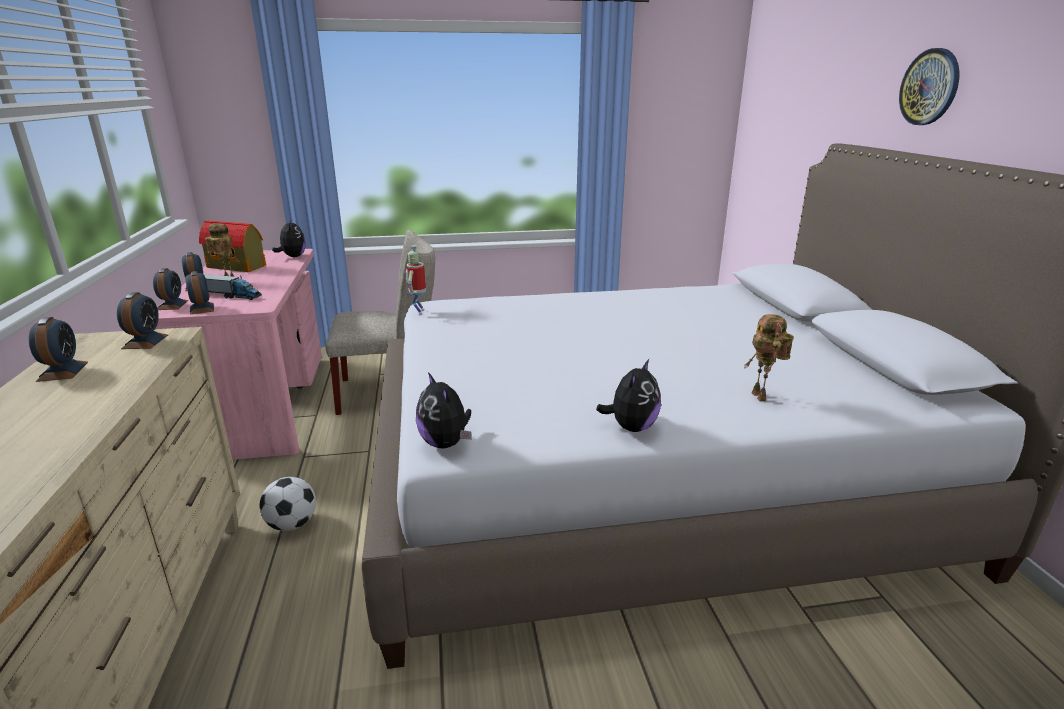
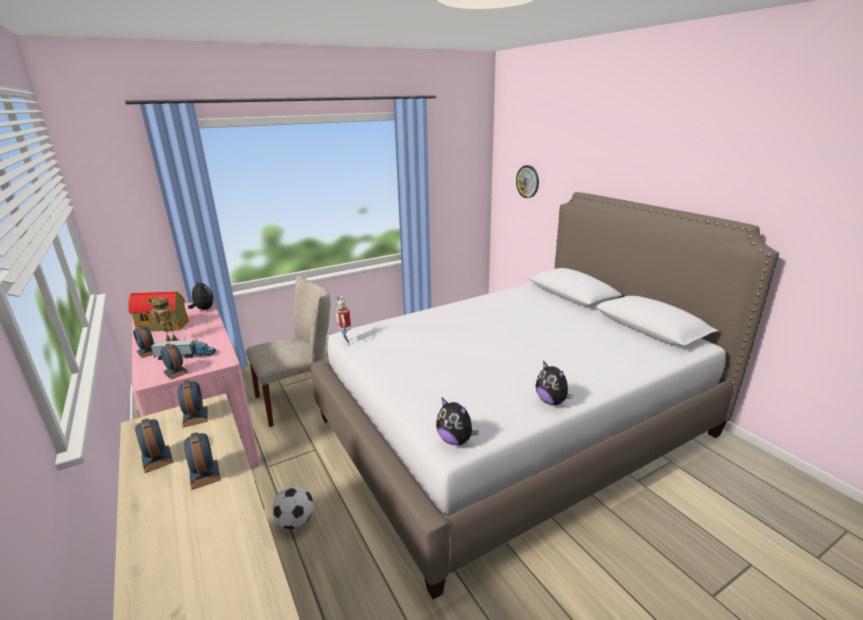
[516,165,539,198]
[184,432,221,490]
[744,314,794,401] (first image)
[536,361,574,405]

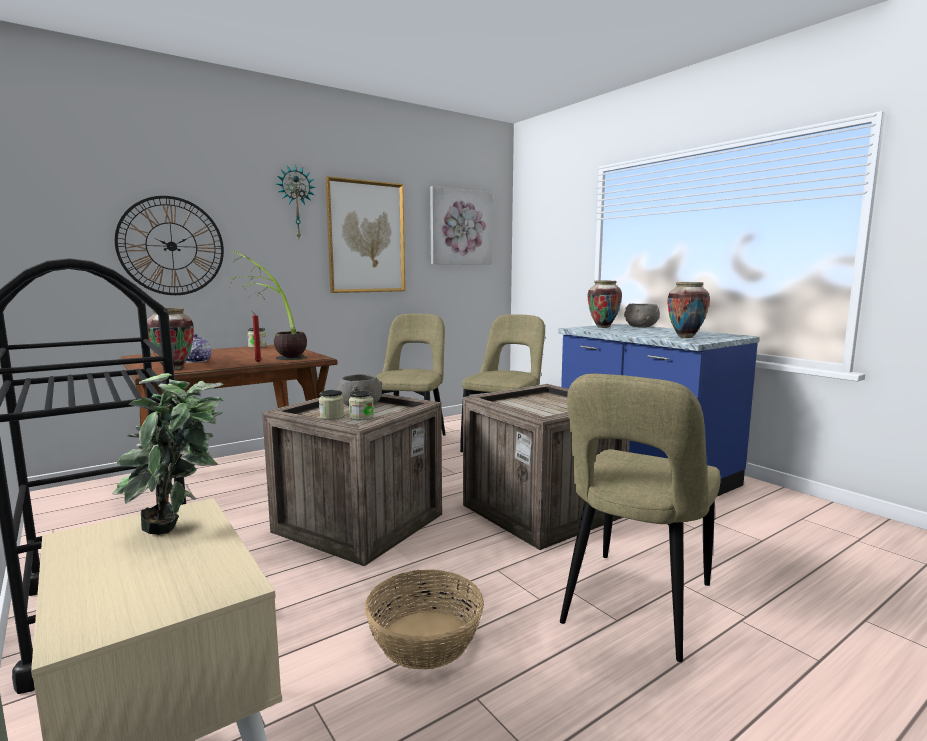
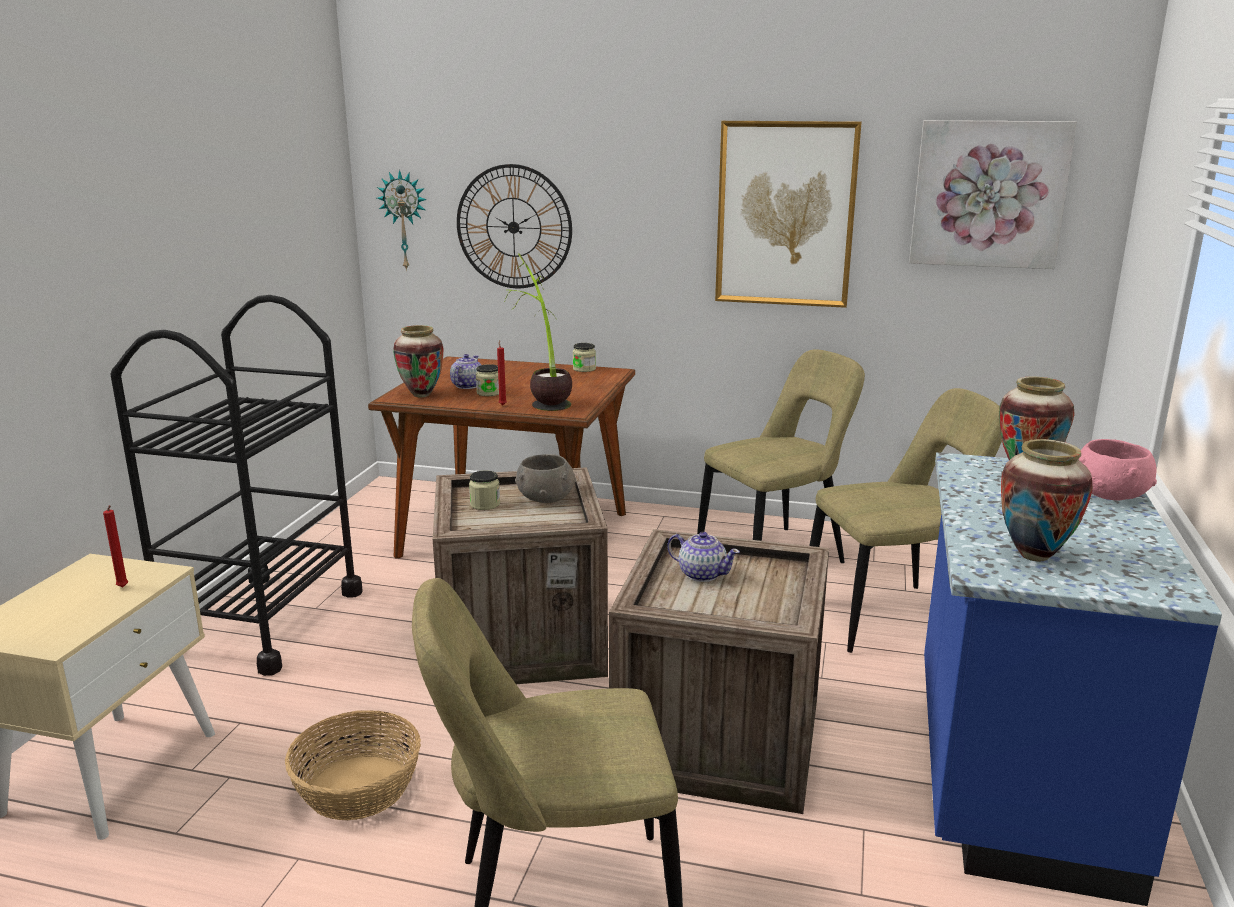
[377,170,427,271]
[1079,439,1157,500]
[103,505,128,587]
[476,364,499,396]
[667,532,740,582]

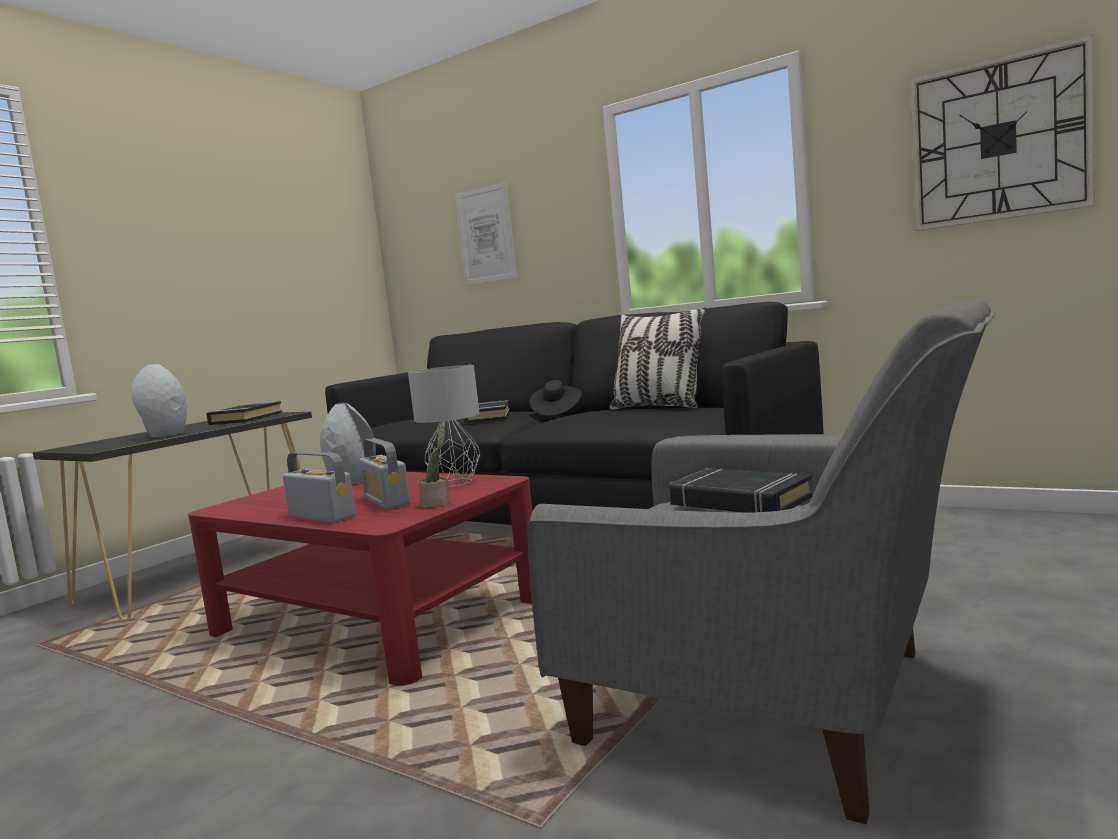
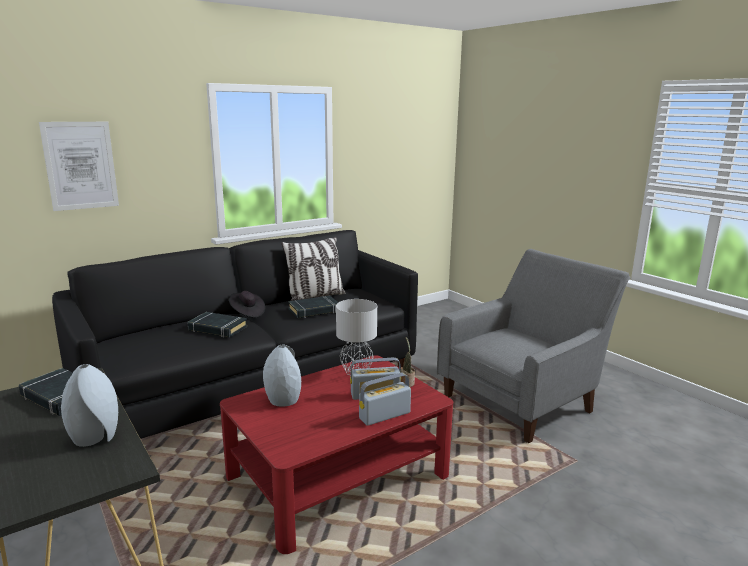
[910,34,1095,231] (first image)
[288,295,339,318]

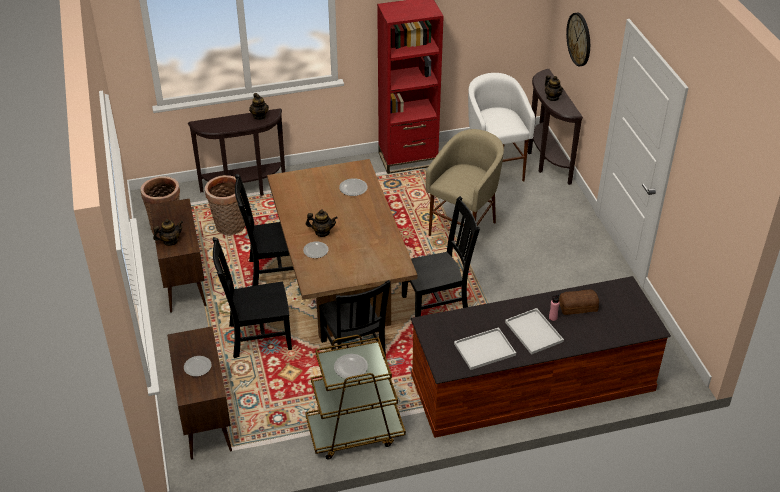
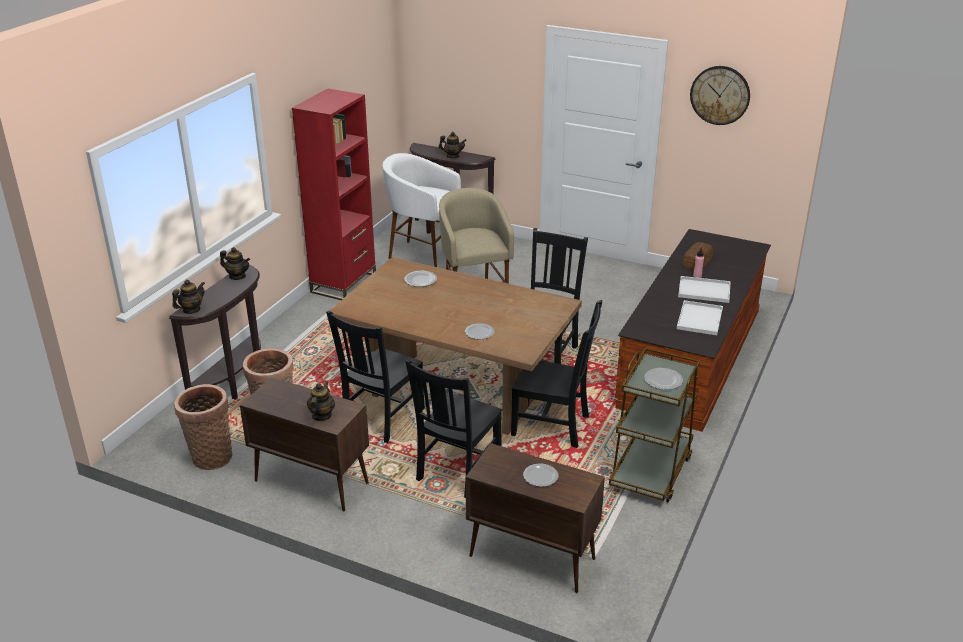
[690,66,750,125]
[172,280,205,314]

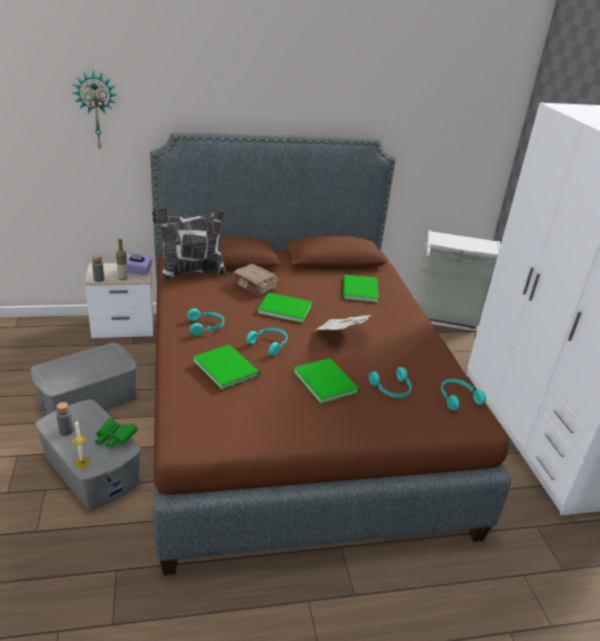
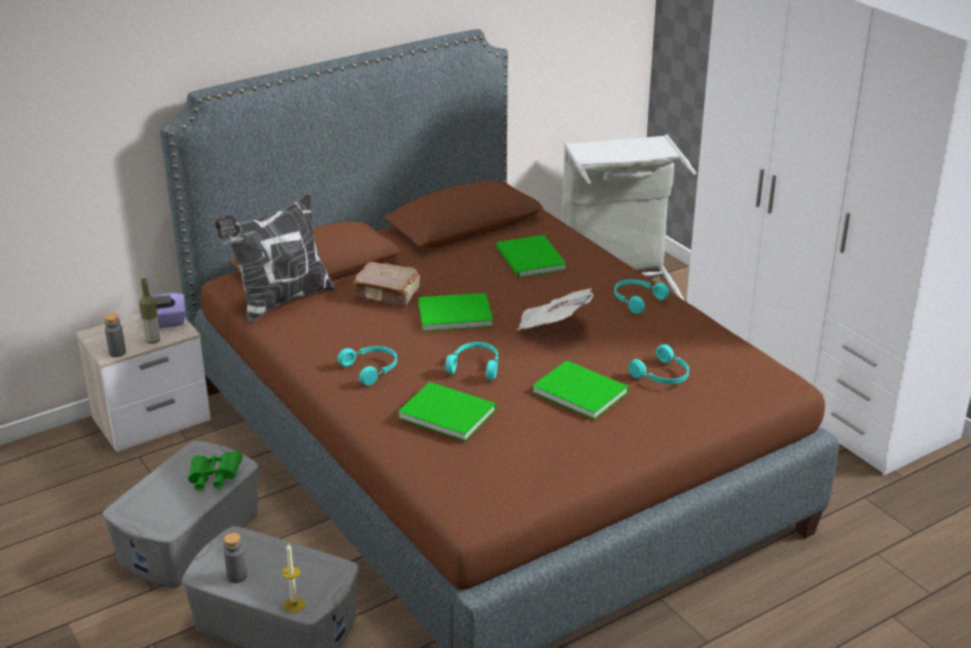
[73,71,117,149] (first image)
[614,279,669,314]
[188,450,243,491]

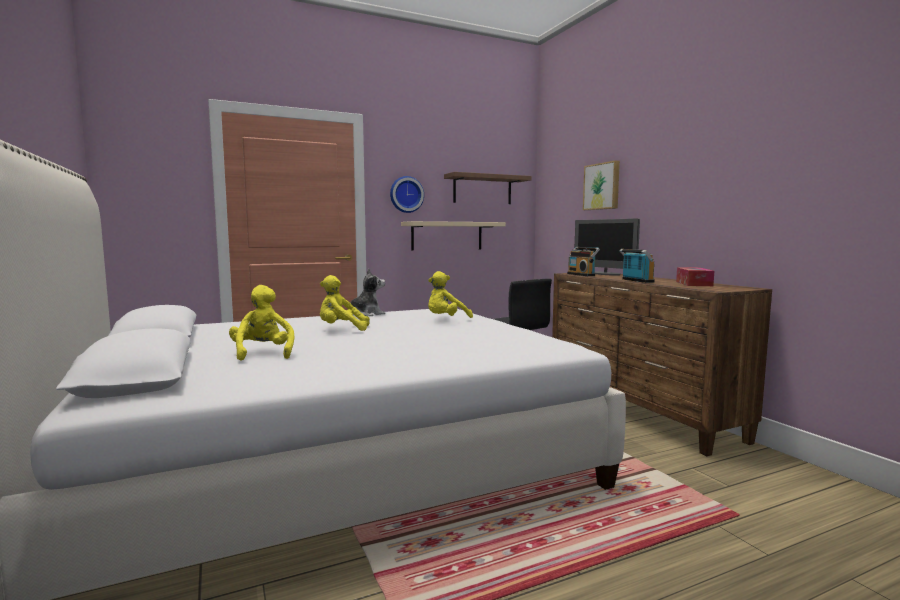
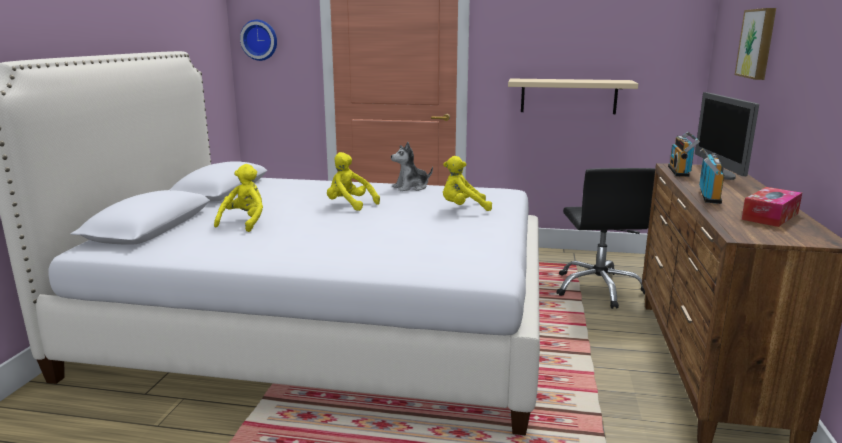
[444,172,532,204] (first image)
[240,20,277,61]
[391,142,433,191]

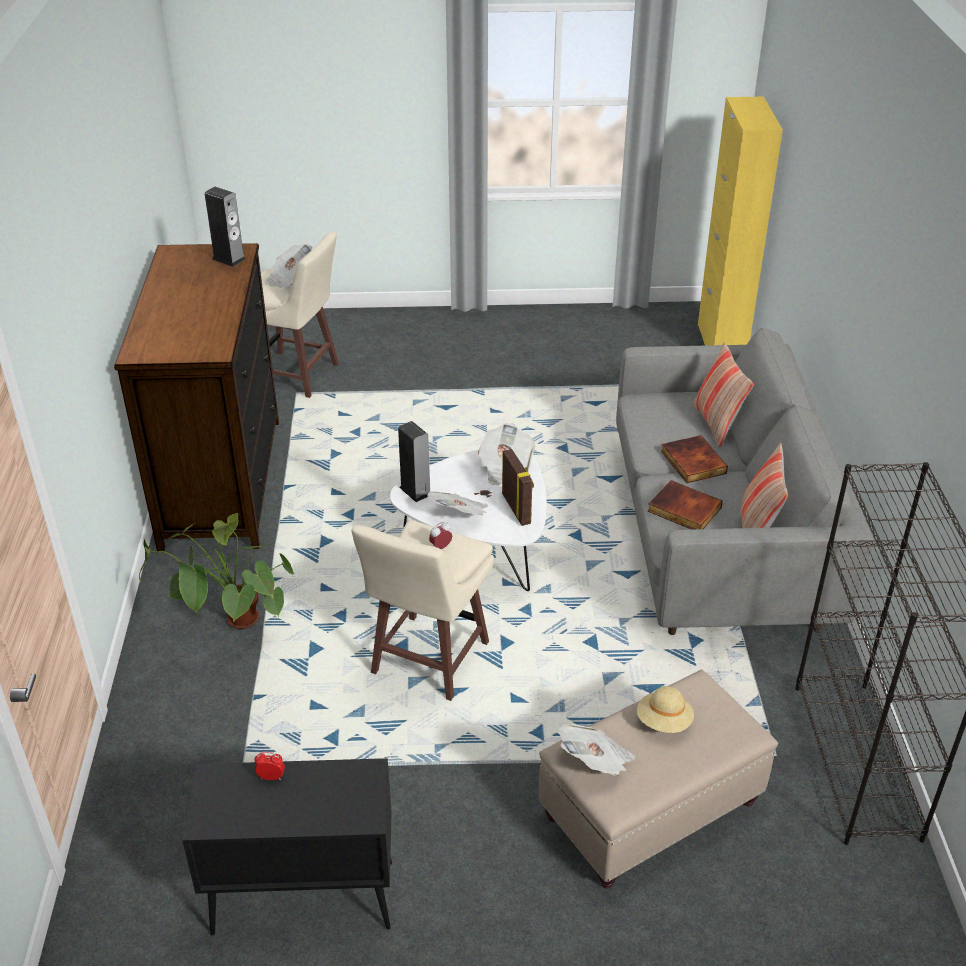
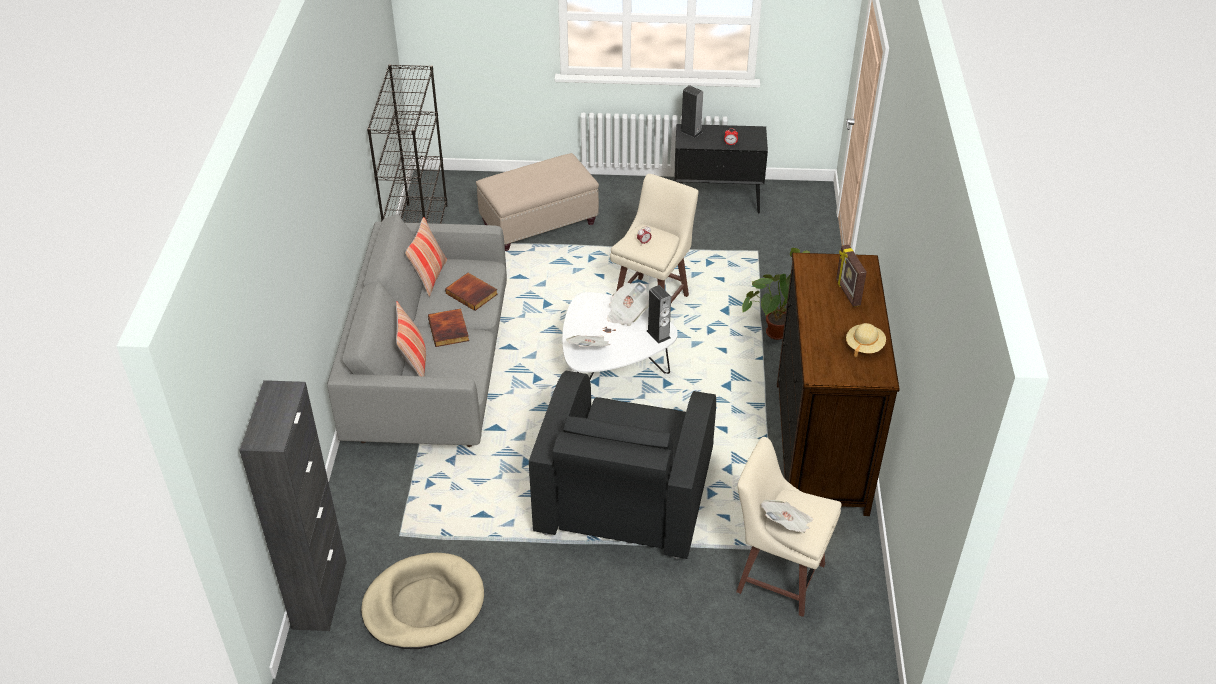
[239,380,347,631]
[680,85,703,138]
[836,244,867,307]
[846,323,886,357]
[558,723,635,776] (first image)
[529,371,716,559]
[361,553,484,649]

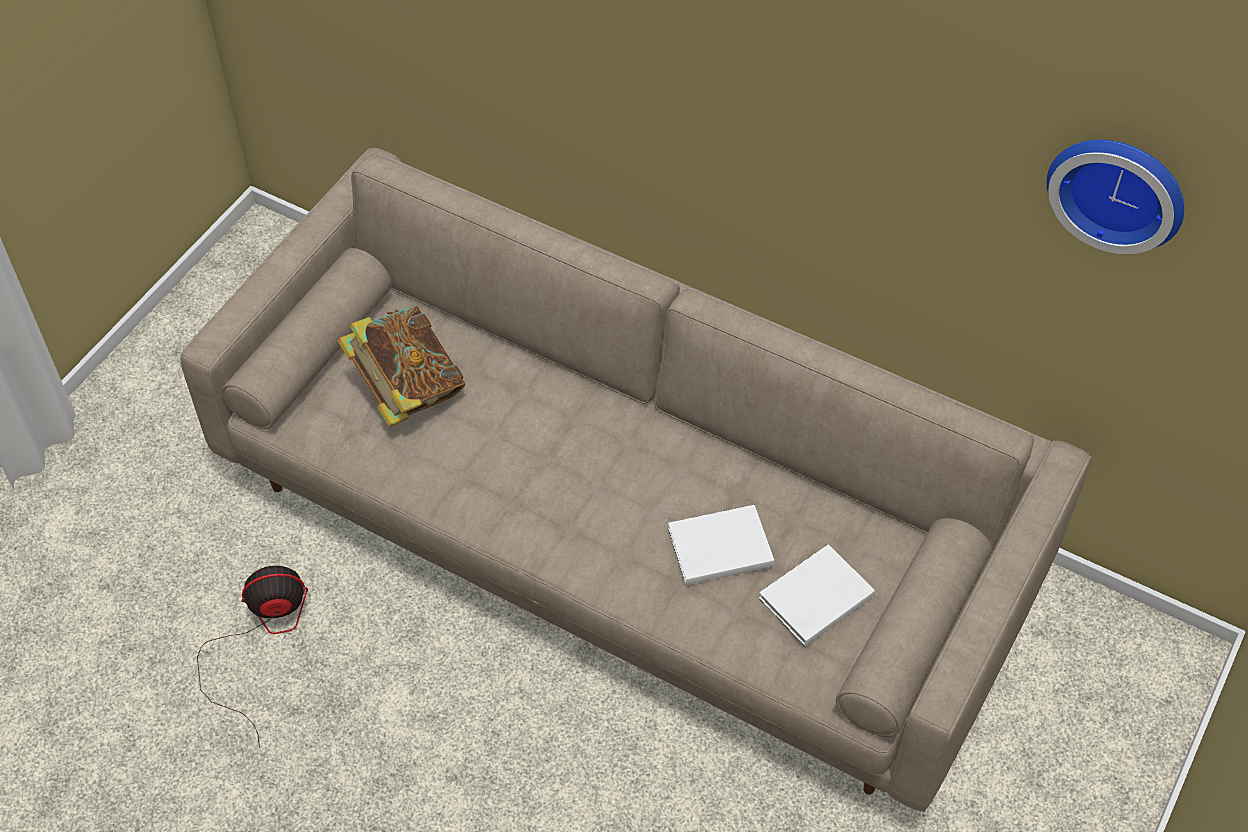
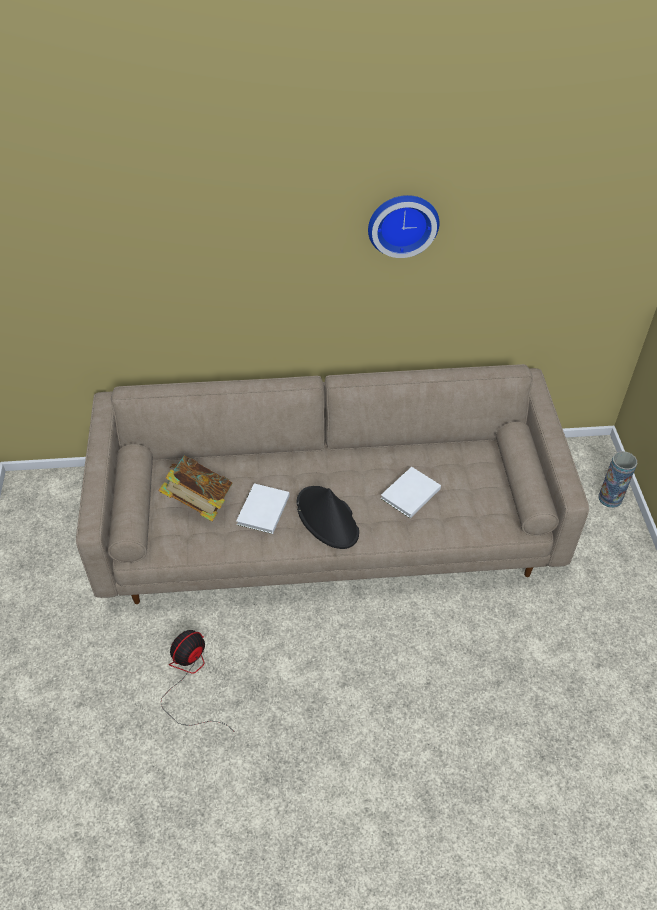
[368,195,439,258]
[236,483,290,534]
[599,451,637,508]
[296,486,359,549]

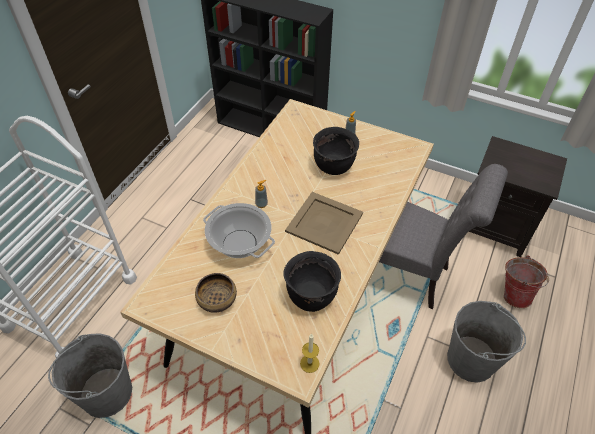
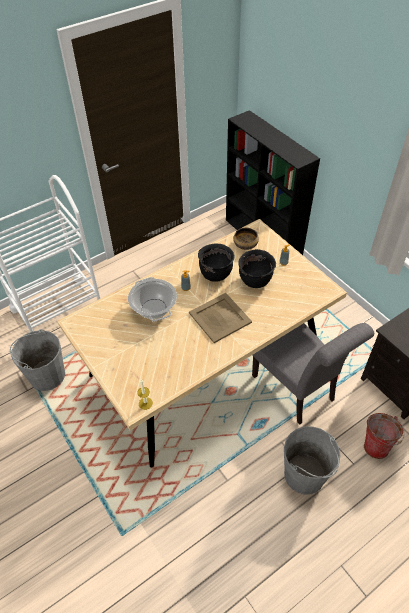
[198,243,235,282]
[233,228,259,250]

